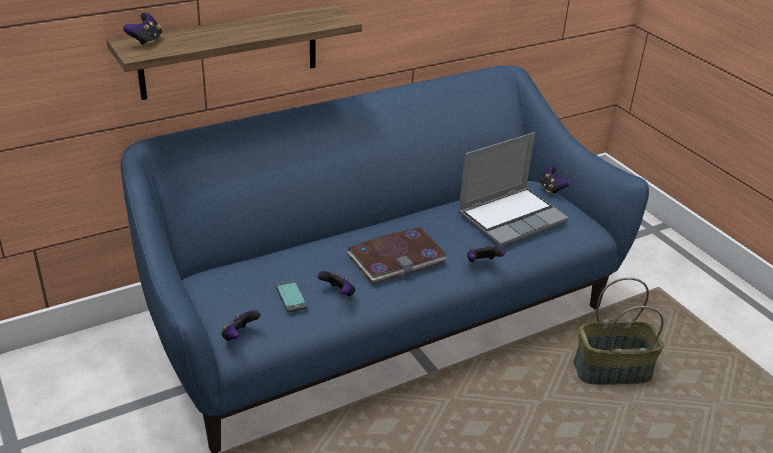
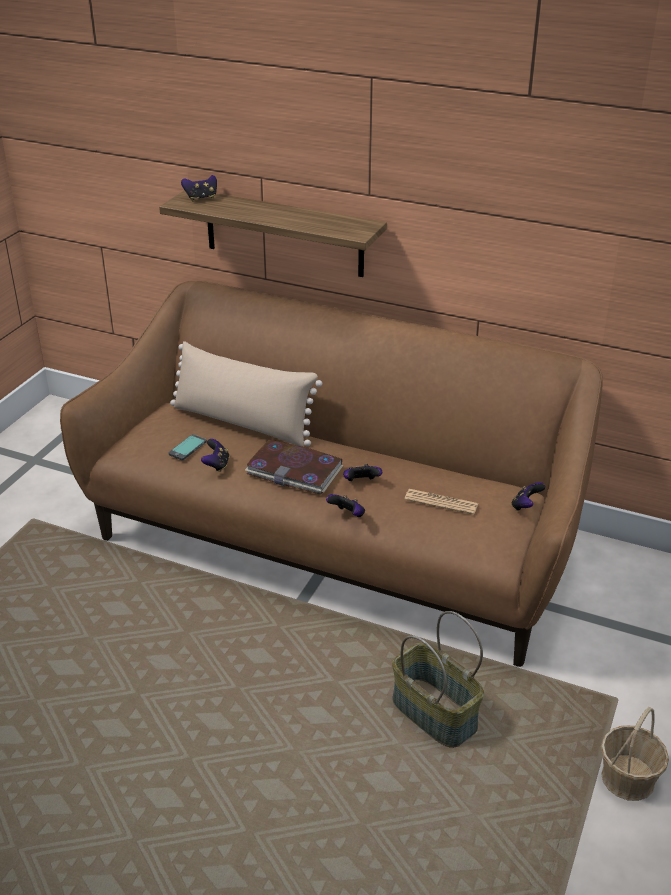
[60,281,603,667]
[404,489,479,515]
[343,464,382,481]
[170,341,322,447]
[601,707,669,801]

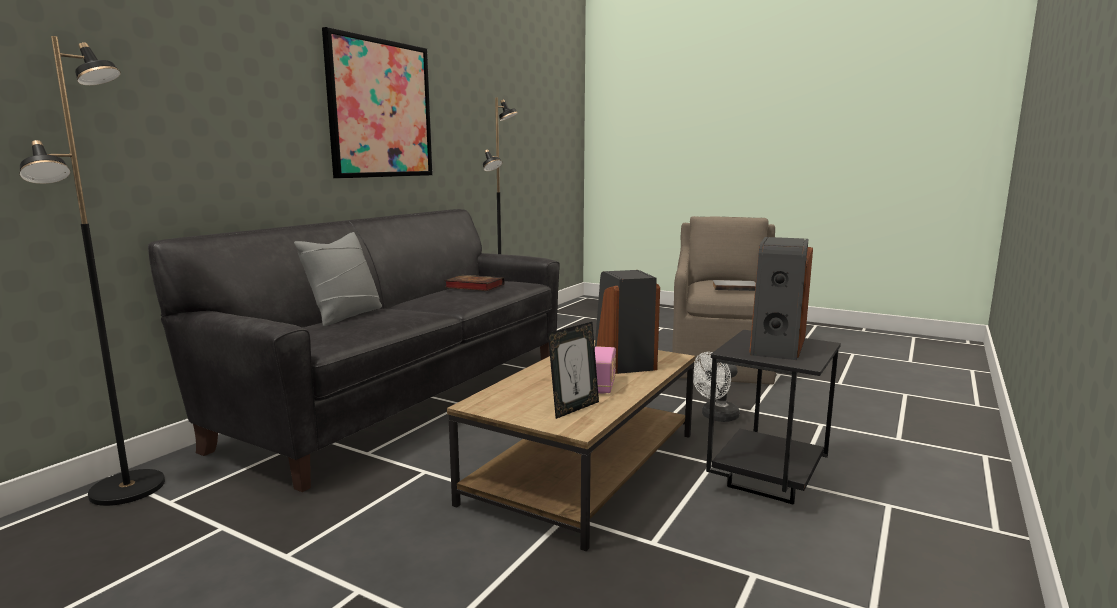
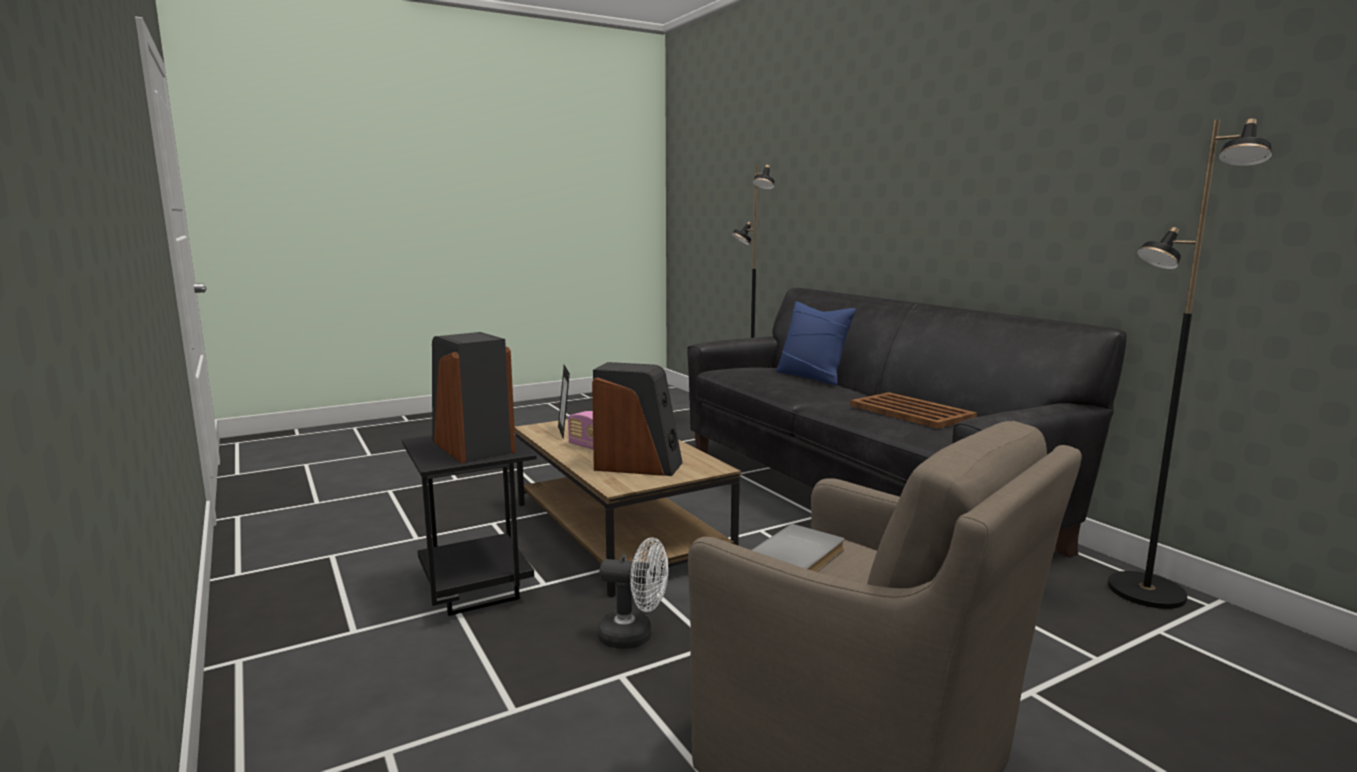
[322,27,433,178] (first image)
[776,302,856,385]
[850,392,977,429]
[598,537,668,649]

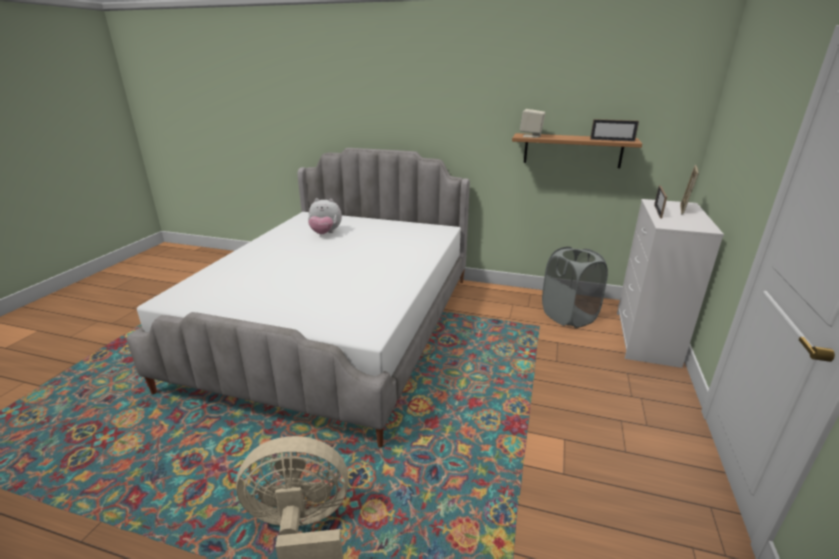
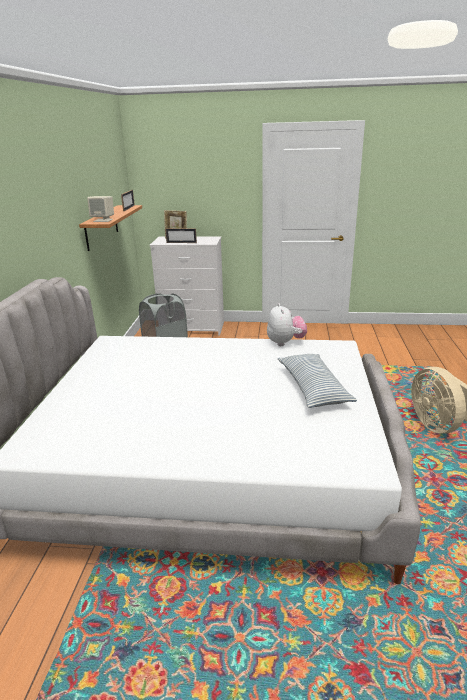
[267,303,307,346]
[278,354,357,408]

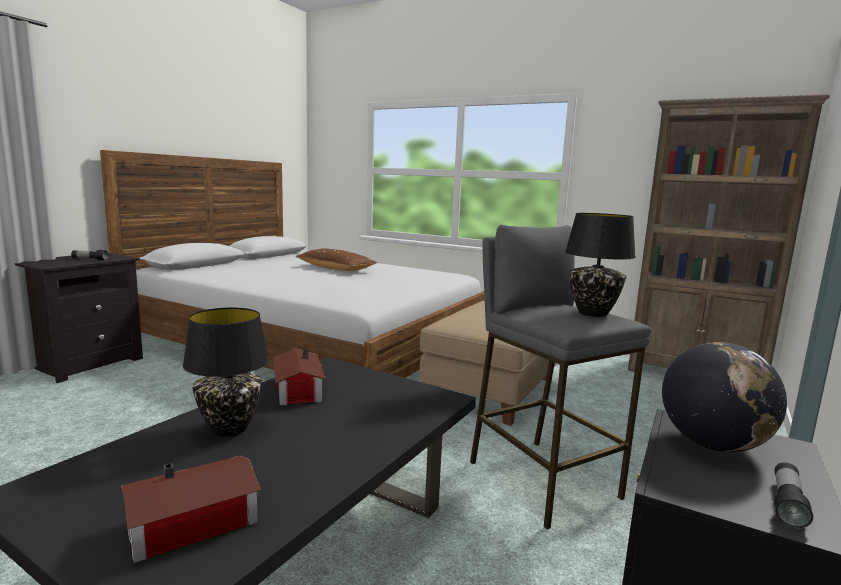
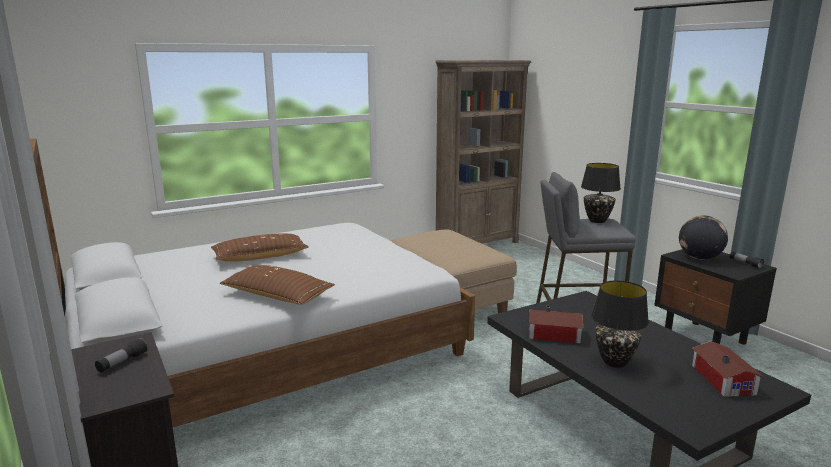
[220,265,335,305]

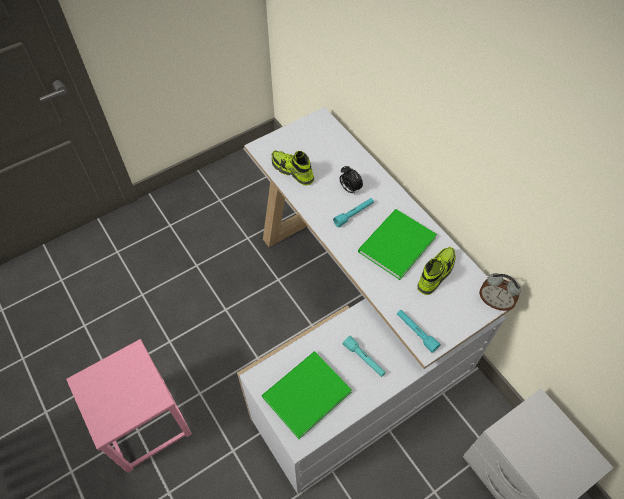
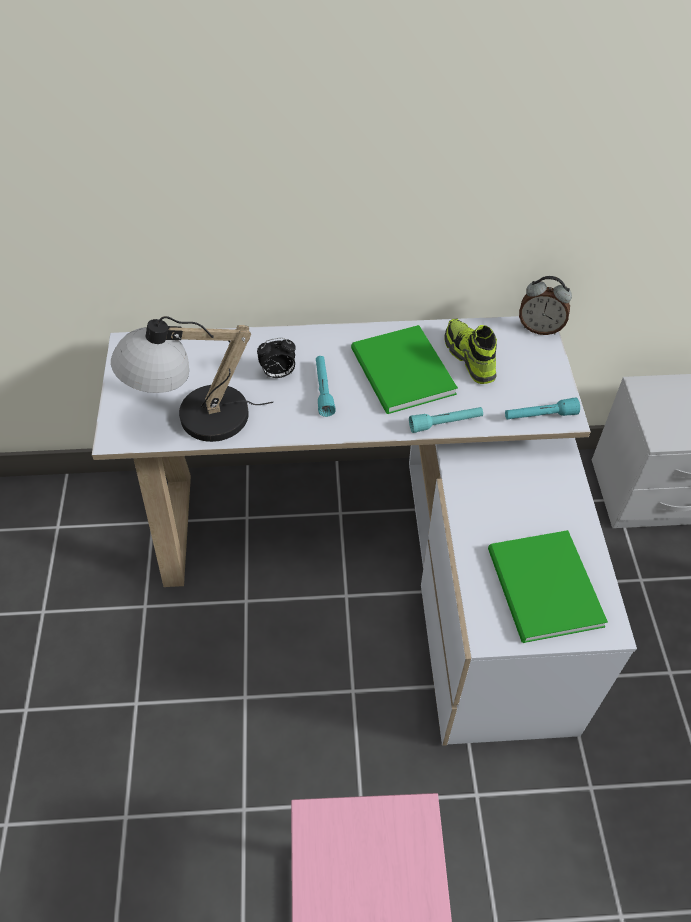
[111,316,273,442]
[519,276,572,335]
[409,407,483,433]

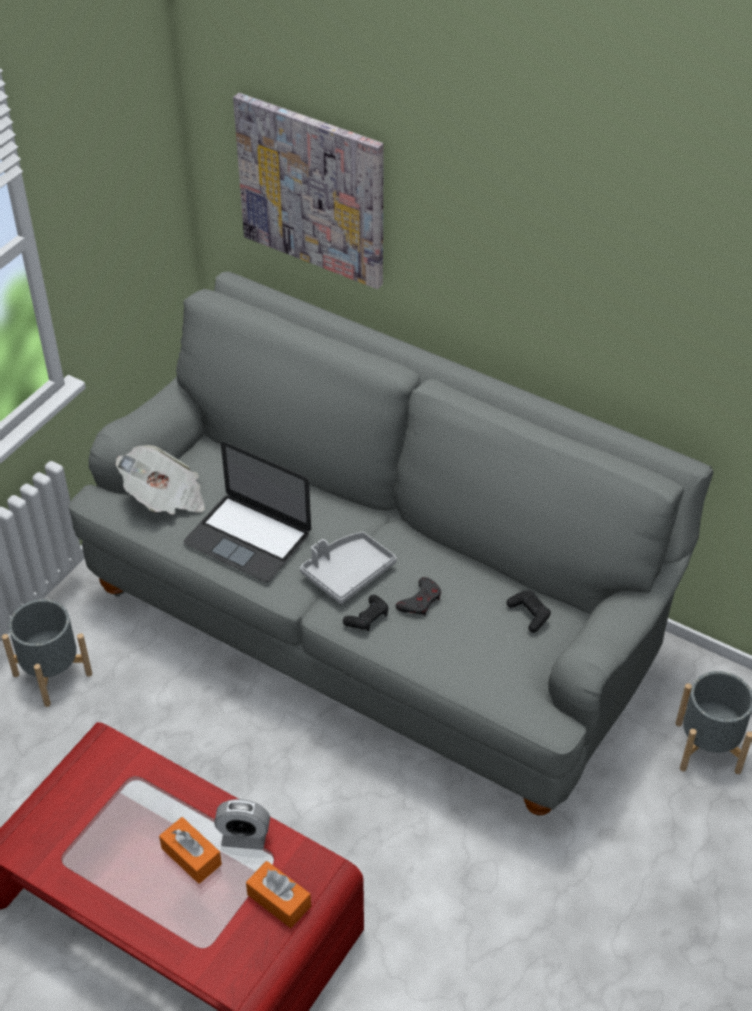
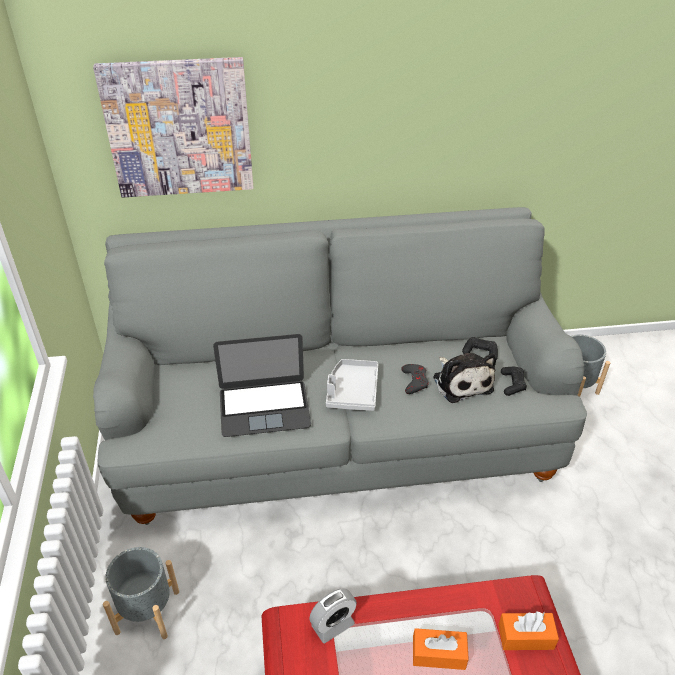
[116,445,205,515] (first image)
[501,367,527,396]
[309,588,357,643]
[433,353,496,403]

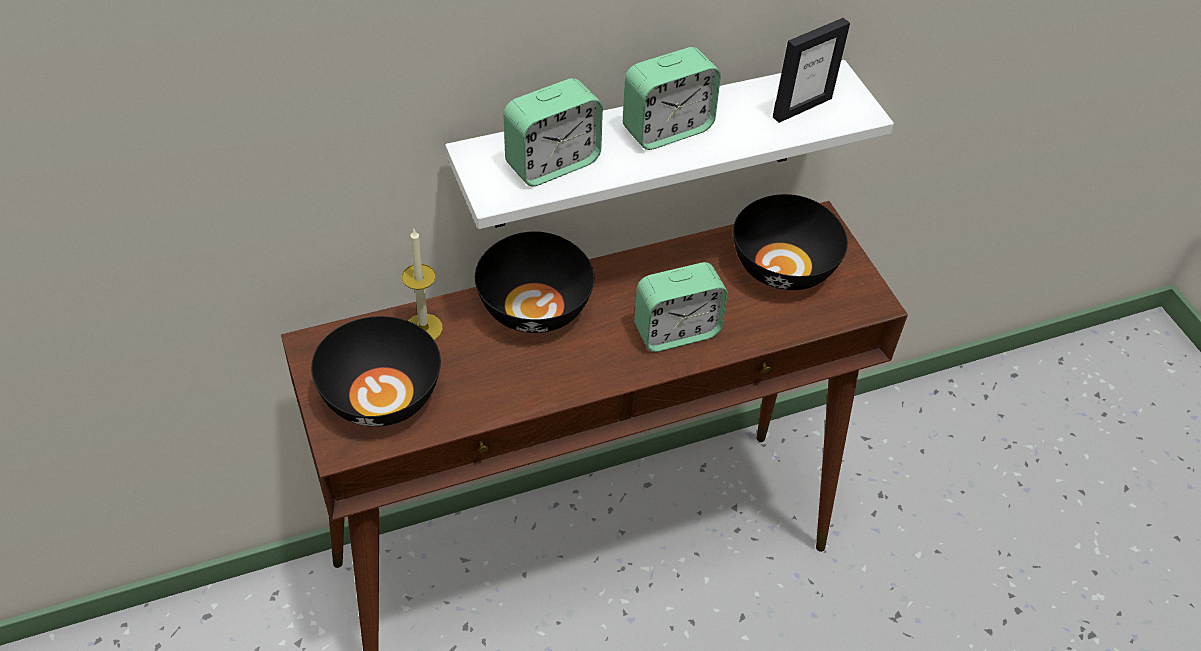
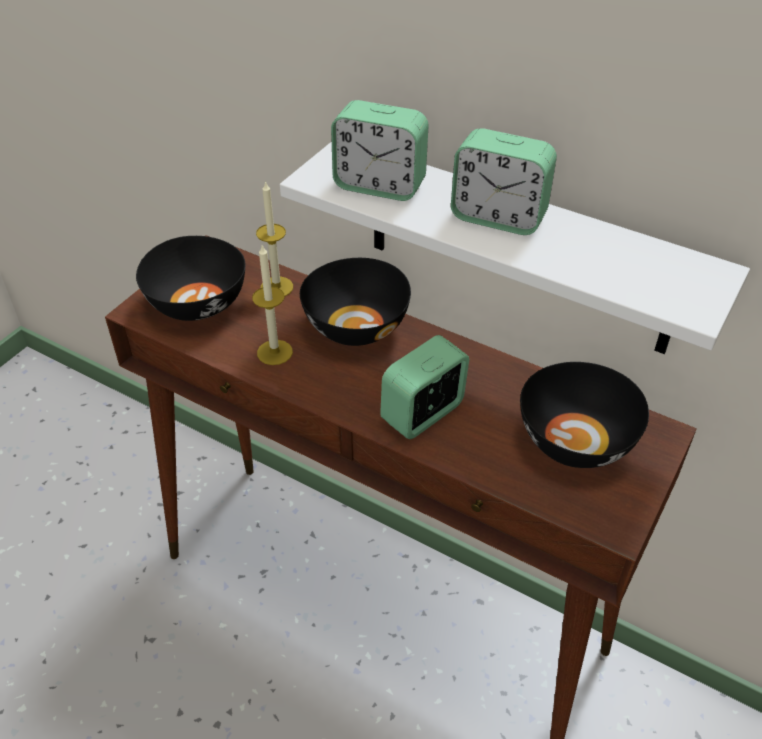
[773,18,850,123] (first image)
[380,335,469,439]
[252,245,293,365]

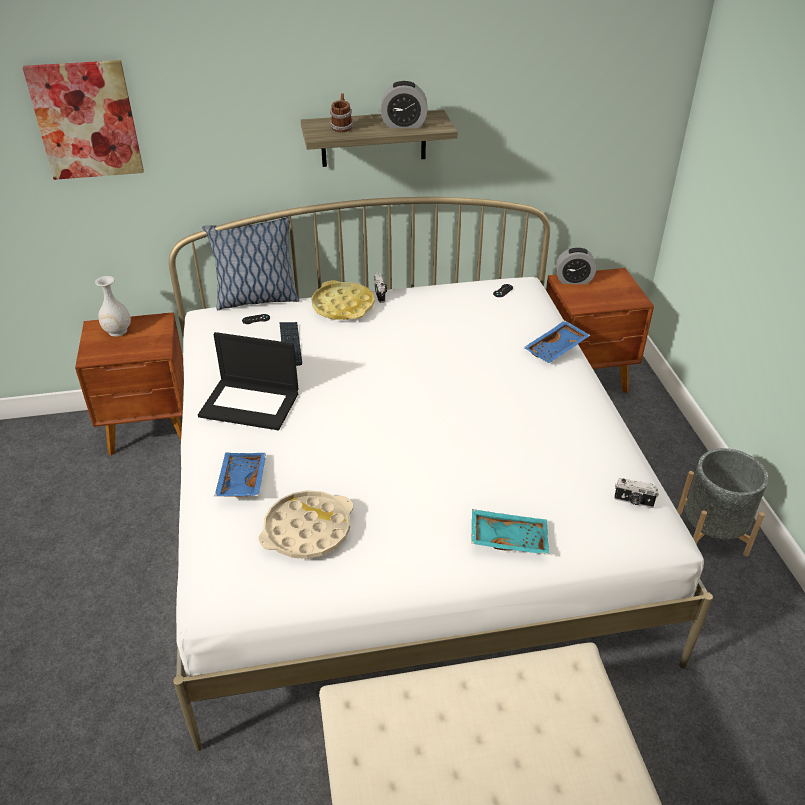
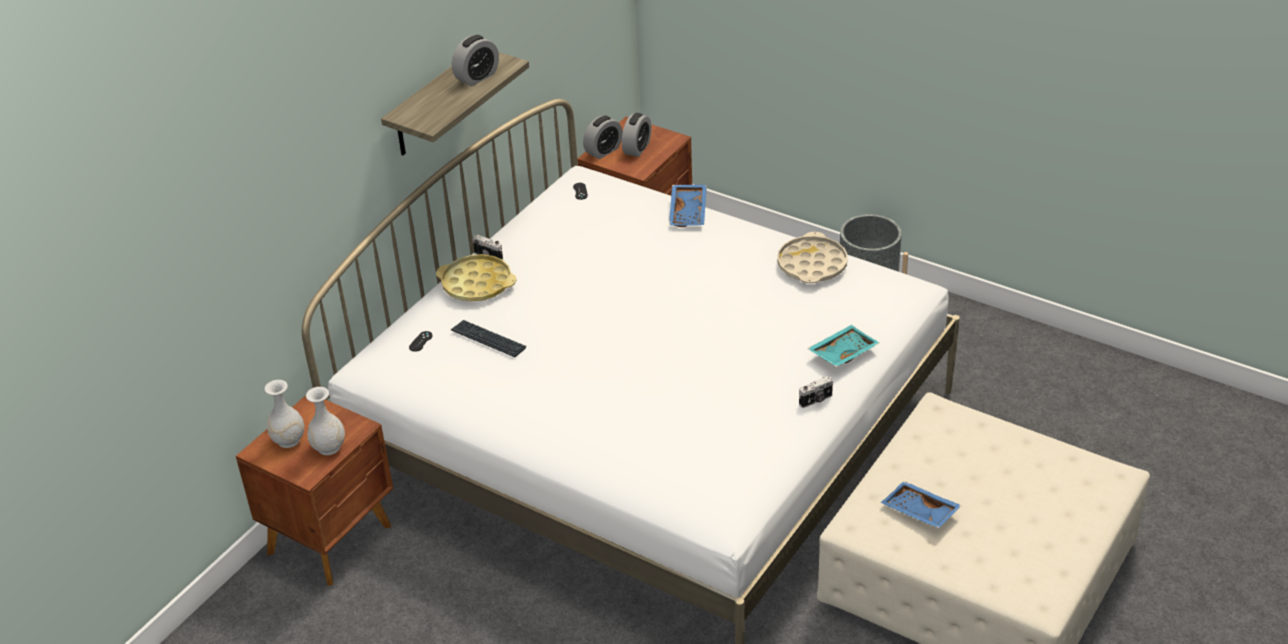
[22,60,144,180] (first image)
[330,93,354,132] (first image)
[202,217,299,310] (first image)
[198,332,299,430] (first image)
[880,481,962,528]
[799,376,833,408]
[777,232,848,283]
[622,113,651,157]
[306,387,345,455]

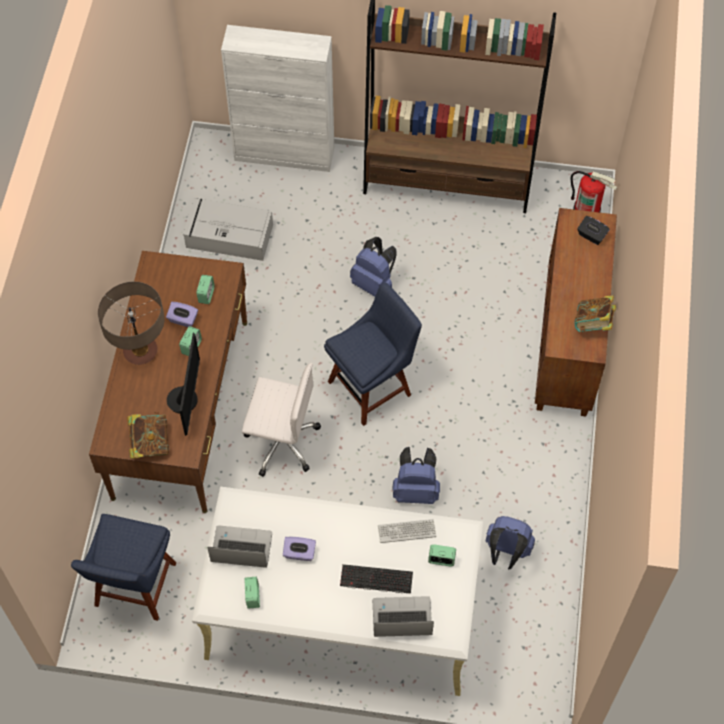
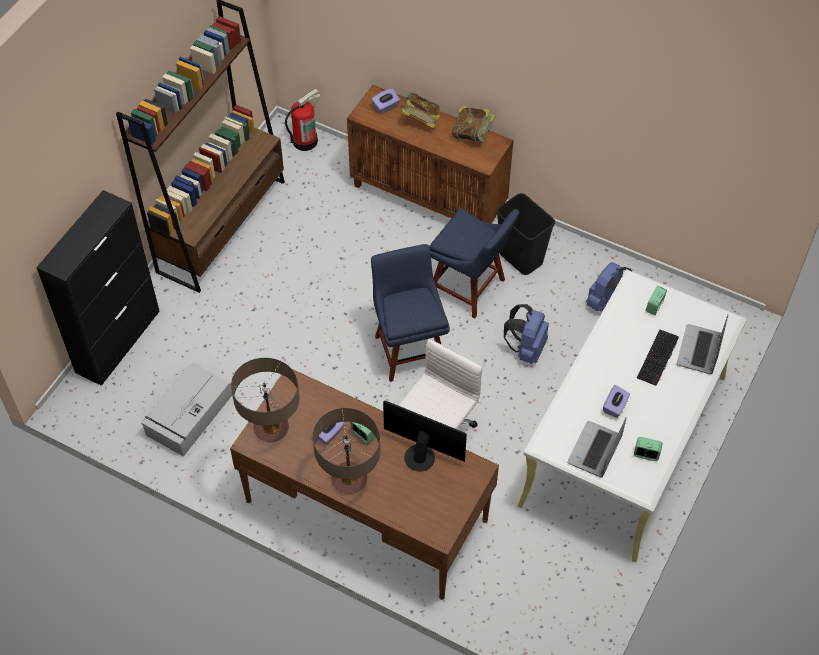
[36,190,160,386]
[371,88,400,114]
[350,237,397,297] (first image)
[196,275,215,304] (first image)
[401,92,440,129]
[429,208,520,318]
[378,519,436,543] (first image)
[496,193,555,275]
[231,358,300,442]

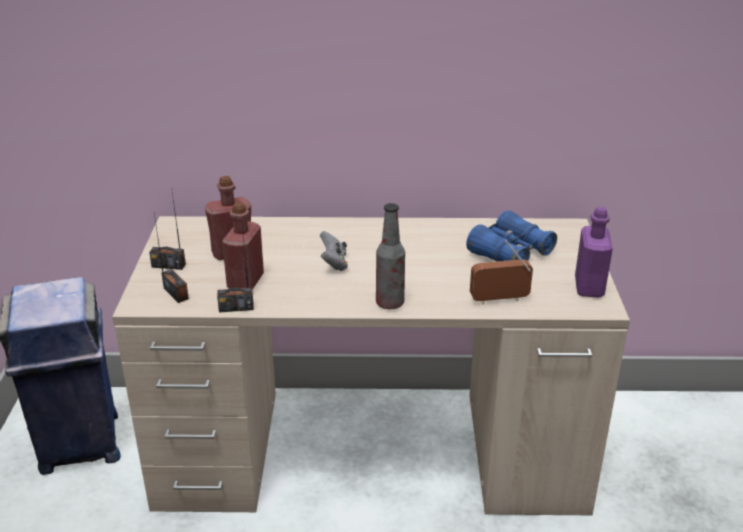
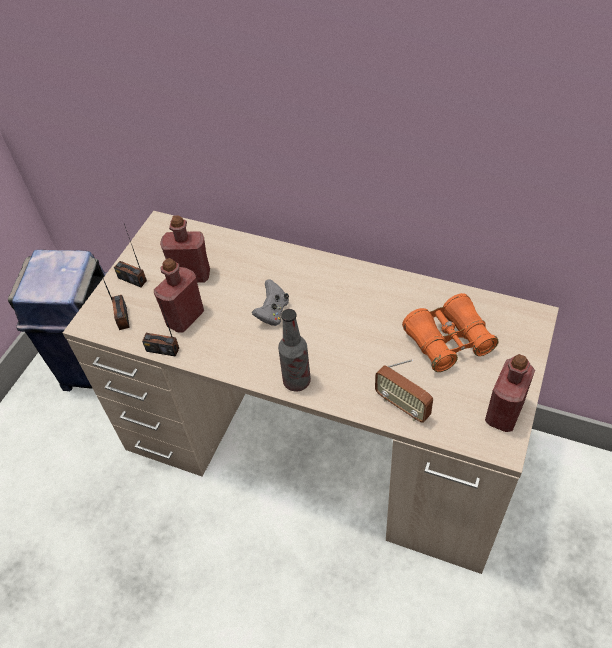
[485,354,535,432]
[402,293,499,372]
[375,359,433,423]

